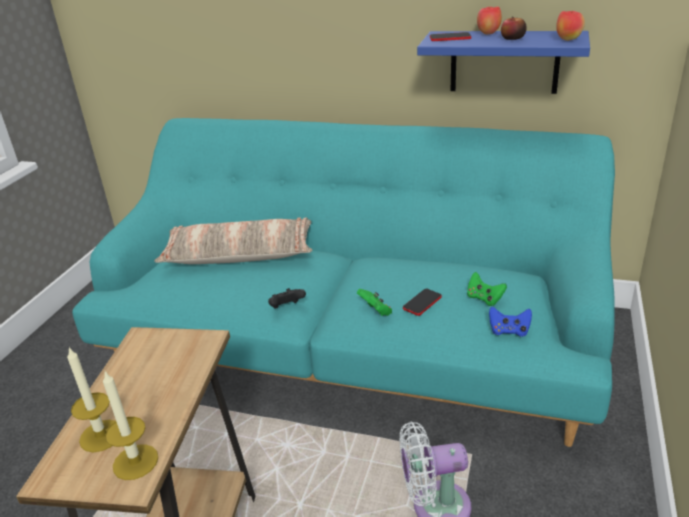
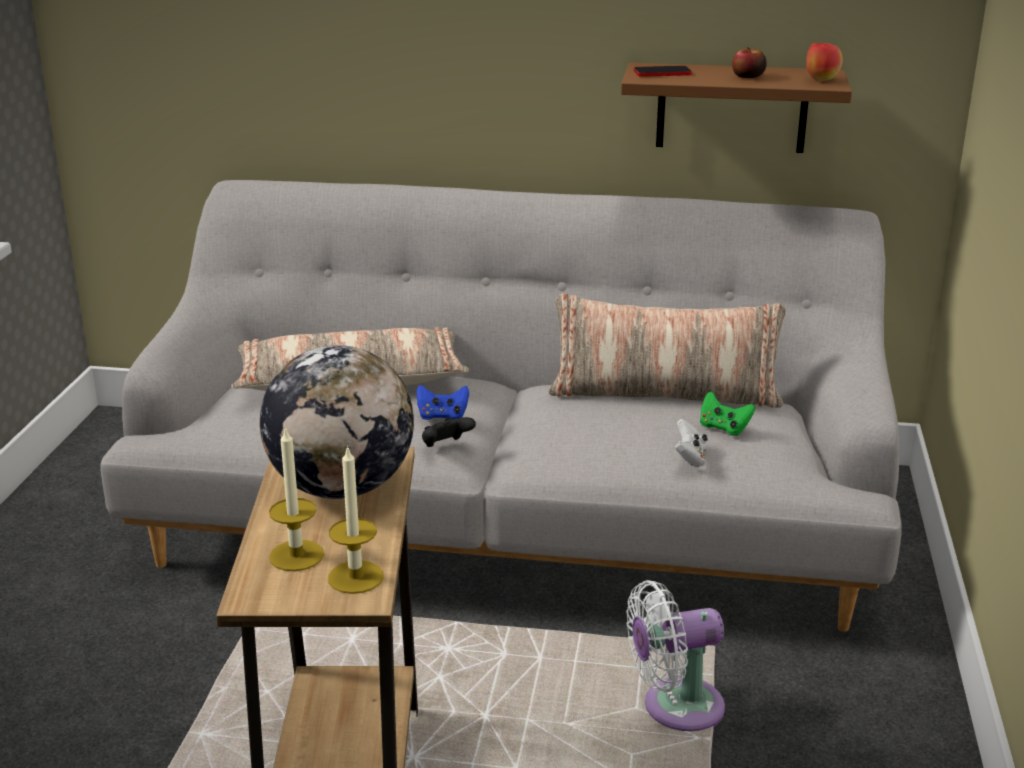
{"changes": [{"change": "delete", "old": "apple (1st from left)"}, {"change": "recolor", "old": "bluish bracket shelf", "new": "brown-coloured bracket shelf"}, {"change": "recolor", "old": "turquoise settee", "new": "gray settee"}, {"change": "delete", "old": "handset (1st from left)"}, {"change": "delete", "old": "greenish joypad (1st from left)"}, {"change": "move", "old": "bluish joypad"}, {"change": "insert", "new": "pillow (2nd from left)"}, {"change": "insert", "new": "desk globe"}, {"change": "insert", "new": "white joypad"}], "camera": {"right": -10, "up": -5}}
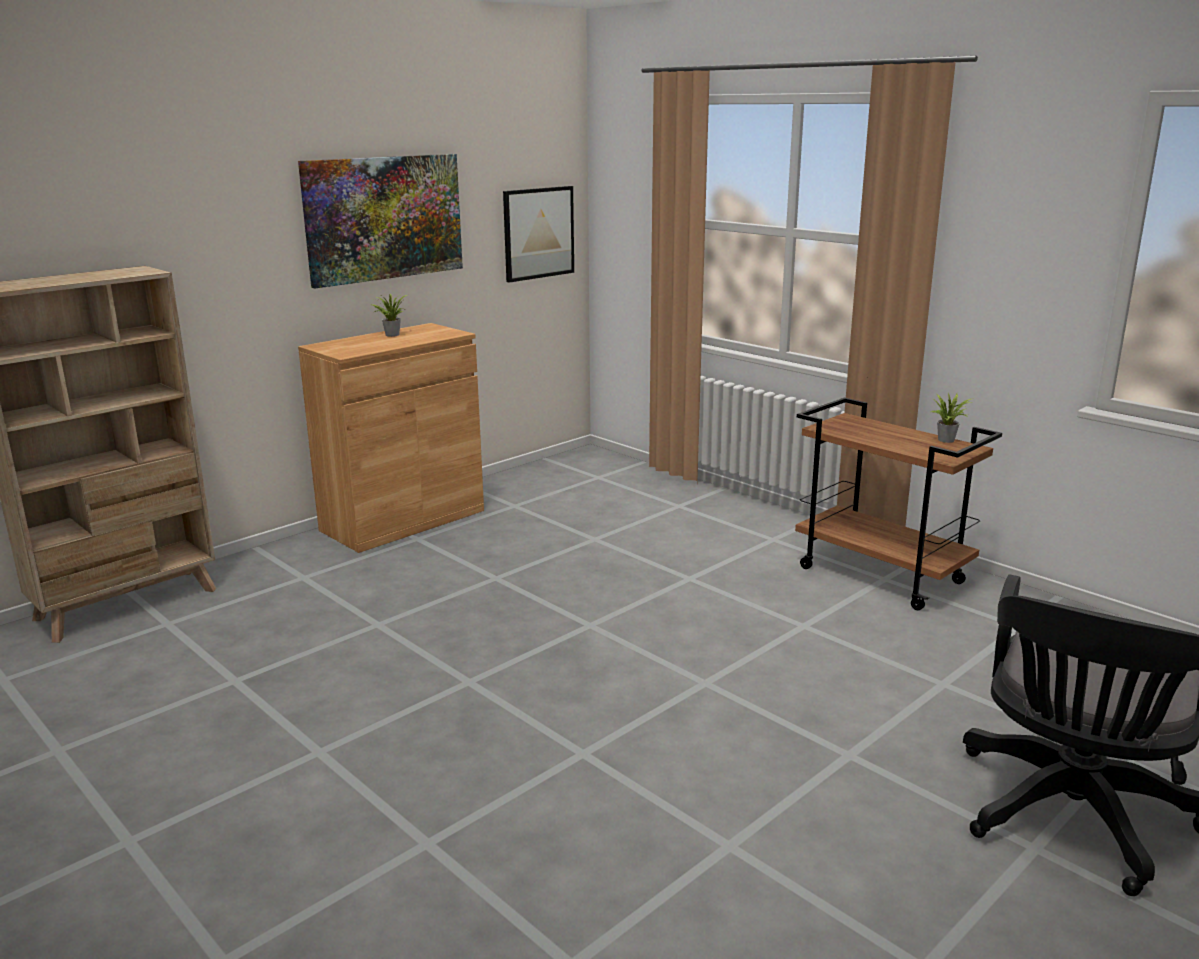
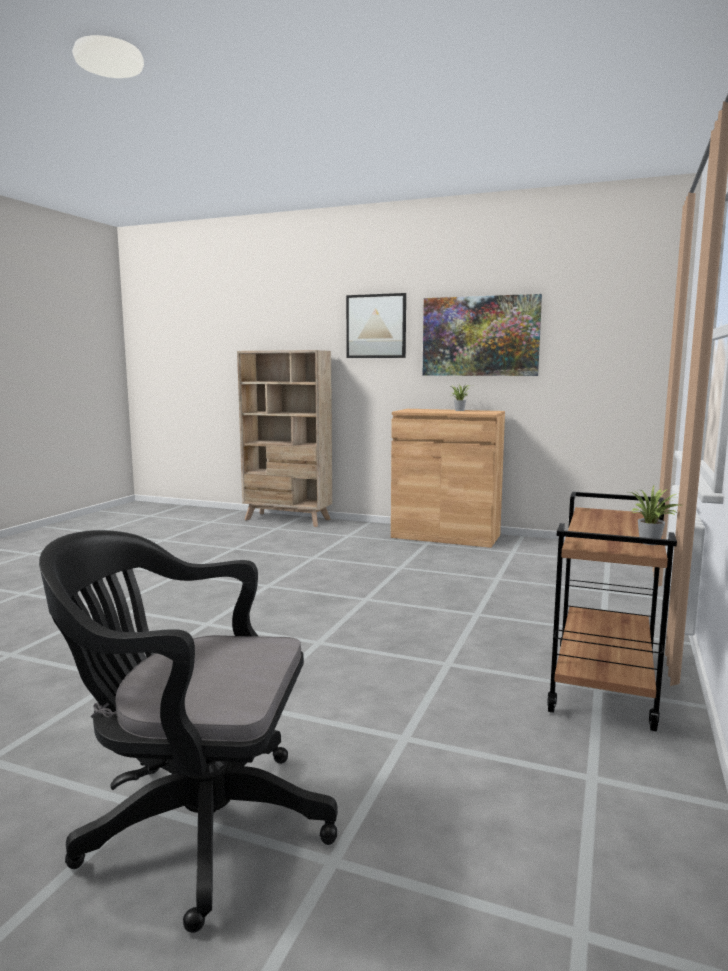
{"changes": [{"change": "move", "old": "wall picture (2nd from left in the first image)", "new": "wall picture (1st from left)"}], "camera": {"right": 65, "up": -10}}
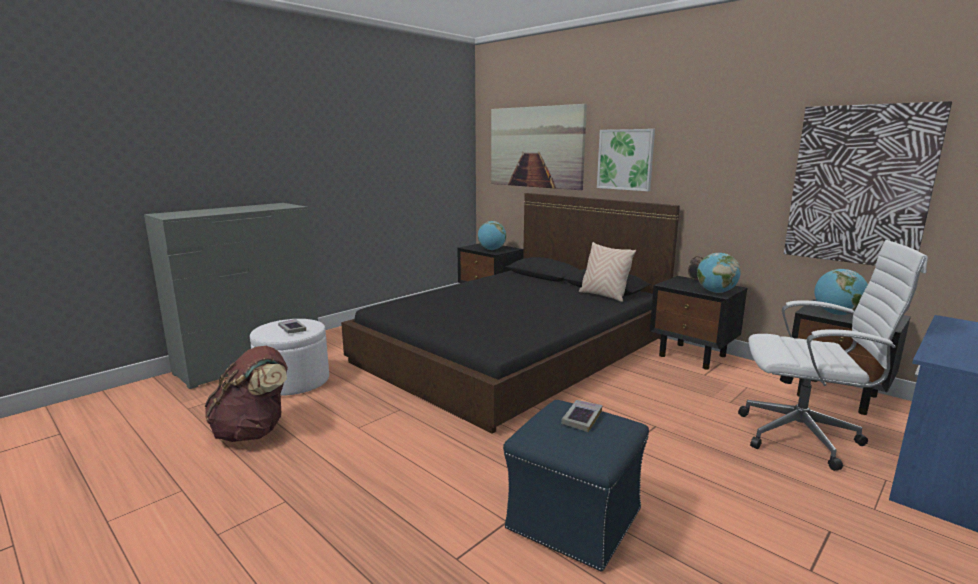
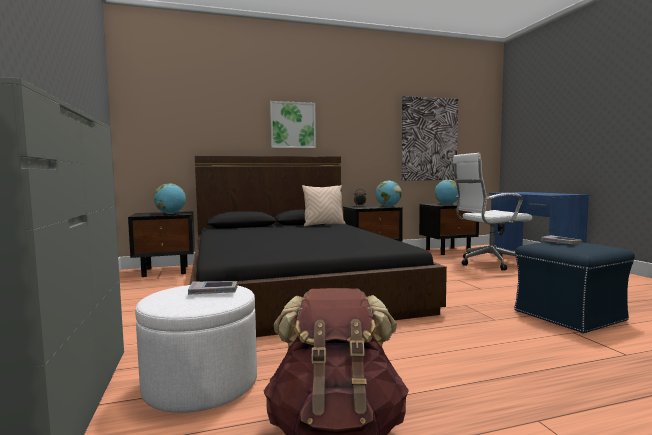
{"changes": [{"change": "delete", "old": "wall picture (1st from left)"}, {"change": "rotate", "old": "white office chair", "degrees": -150}], "camera": {"right": -60, "up": -10}}
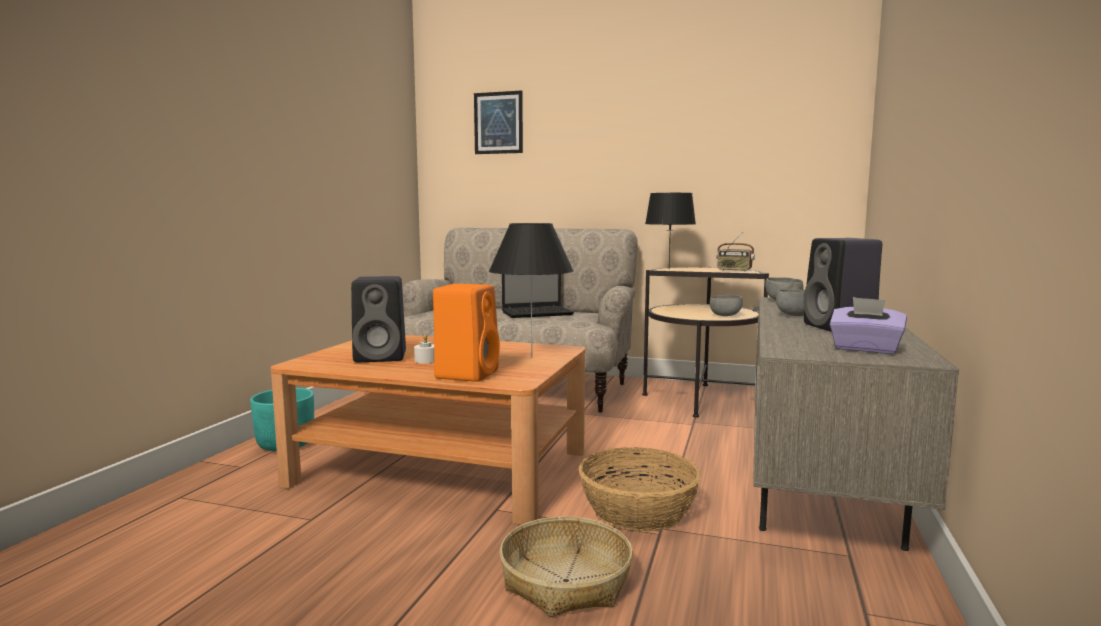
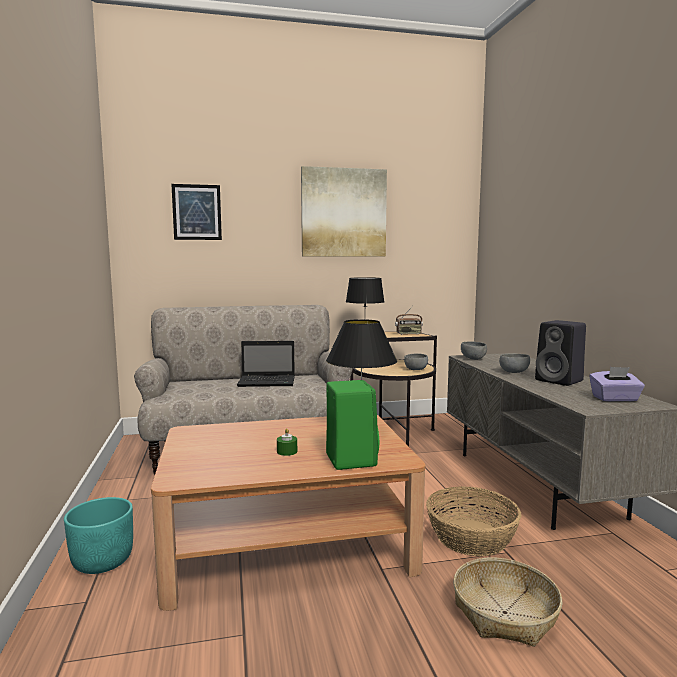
{"changes": [{"change": "rotate", "old": "laptop", "degrees": 45}, {"change": "delete", "old": "blackish audio speaker (1st from left)"}, {"change": "recolor", "old": "orange audio speaker", "new": "greenish audio speaker"}, {"change": "recolor", "old": "white candle", "new": "greenish candle"}, {"change": "insert", "new": "wall picture (2nd from left)"}], "camera": {"right": -30, "up": 0}}
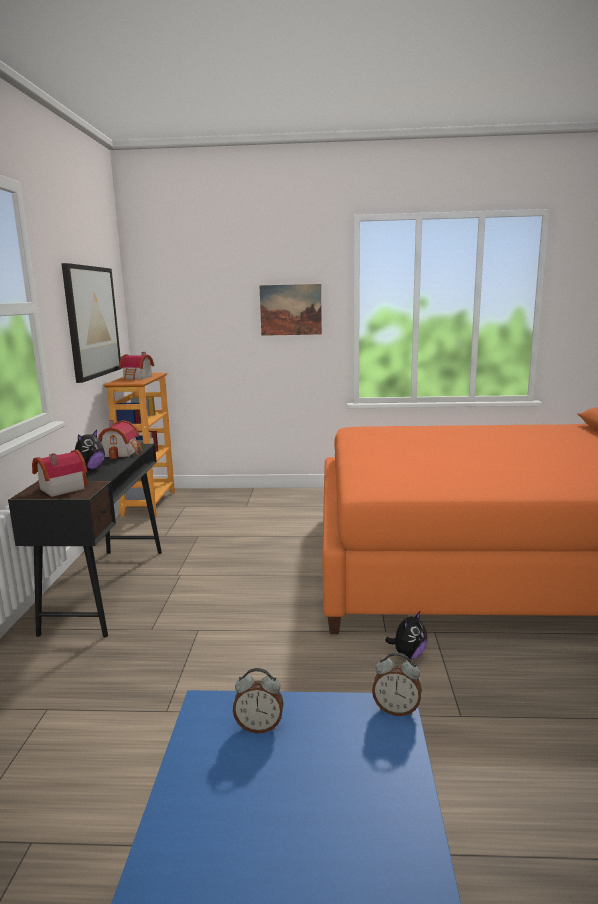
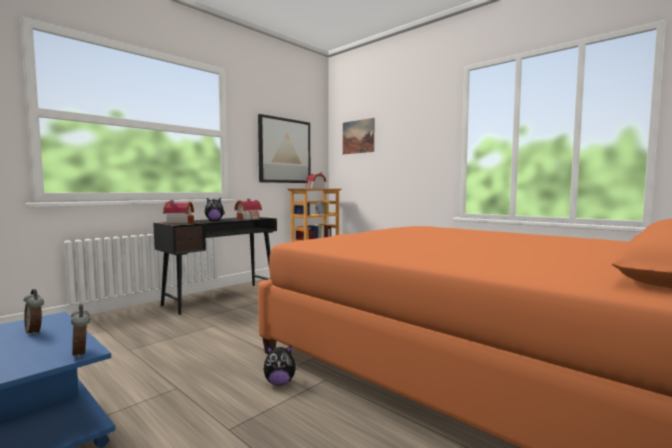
{"changes": [{"change": "move", "old": "wall picture (2nd from left)"}], "camera": {"right": 40, "up": -10}}
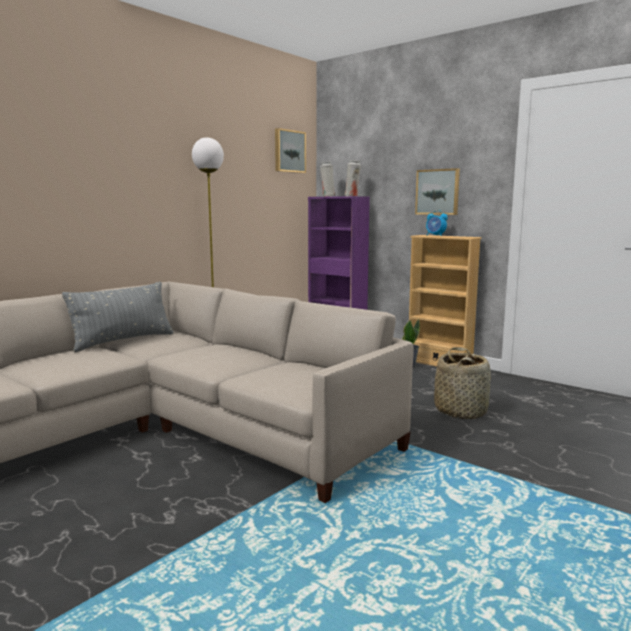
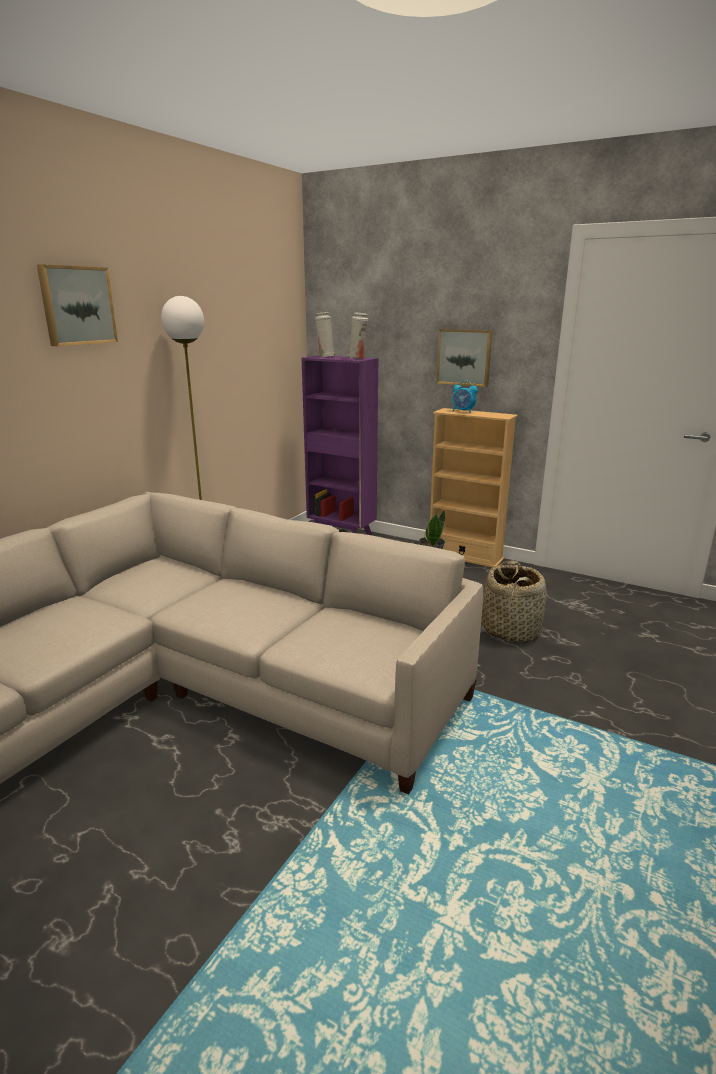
{"changes": [{"change": "move", "old": "wall picture (1st from left)"}, {"change": "delete", "old": "gray pillow"}], "camera": {"right": -10, "up": 10}}
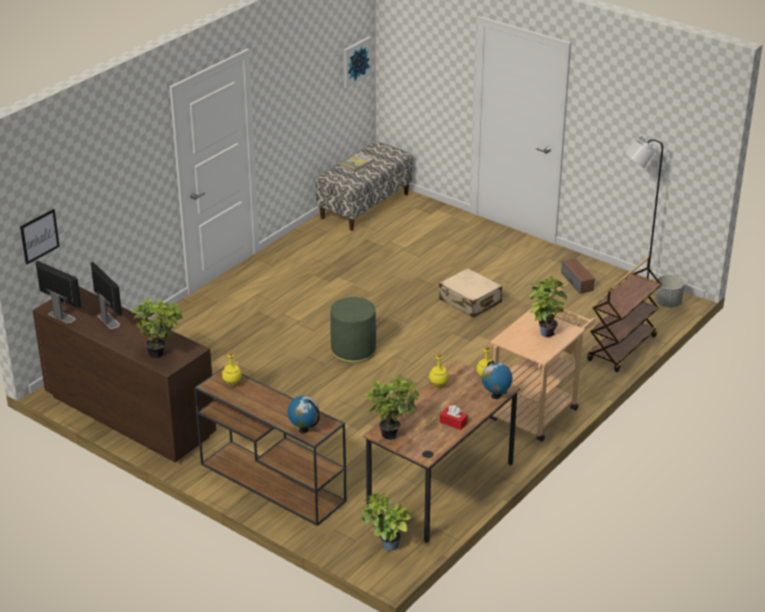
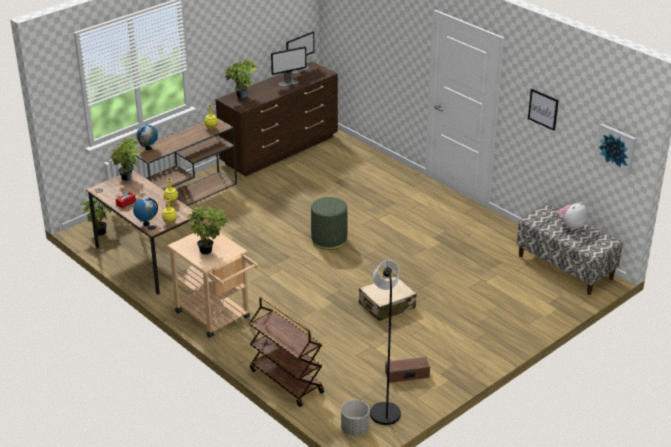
{"changes": [{"change": "replace", "old": "book", "new": "plush toy"}, {"change": "move", "old": "wall picture (1st from left)"}], "camera": {"right": 100, "up": 0}}
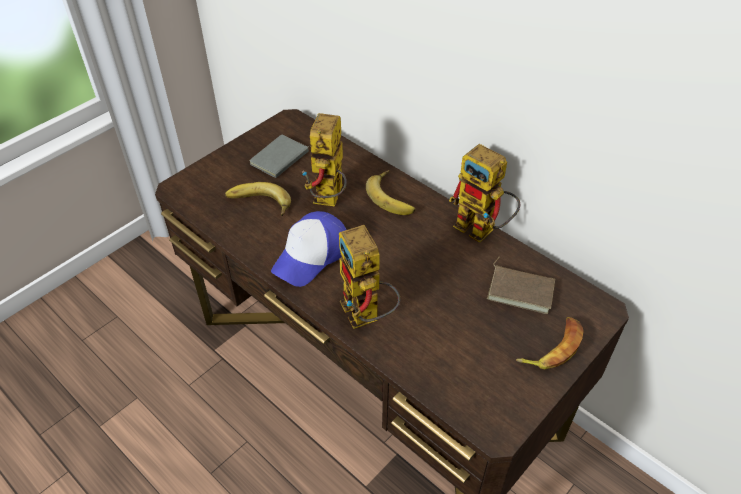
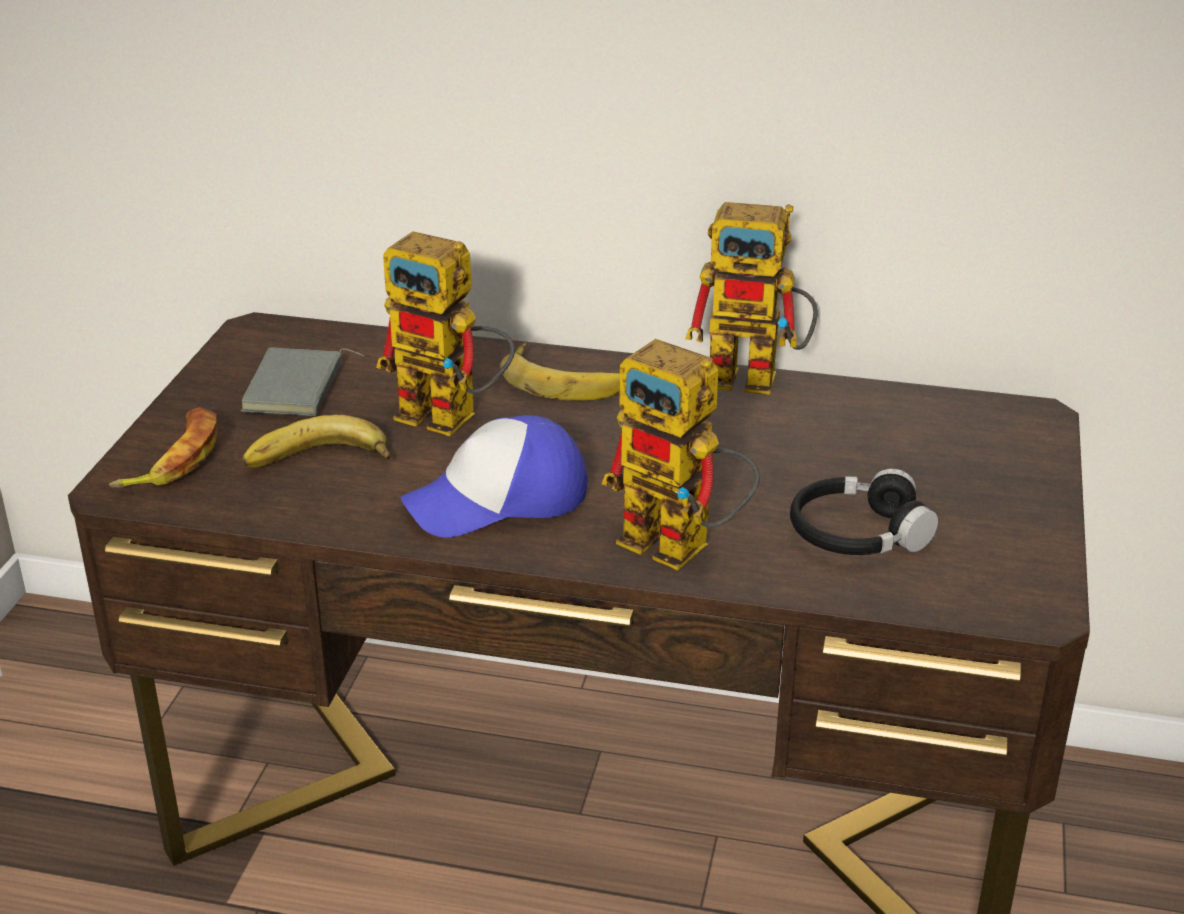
{"changes": [{"change": "rotate", "old": "model robot (1st from left)", "degrees": -45}, {"change": "rotate", "old": "baseball cap", "degrees": 60}, {"change": "delete", "old": "brown-coloured book"}, {"change": "move", "old": "whole banana (3rd from left in the first image)", "new": "whole banana (1st from left)"}, {"change": "insert", "new": "blackish headphones"}], "camera": {"right": -30, "up": -15}}
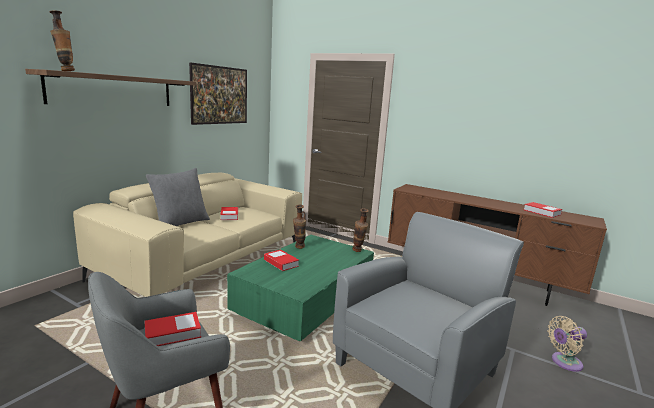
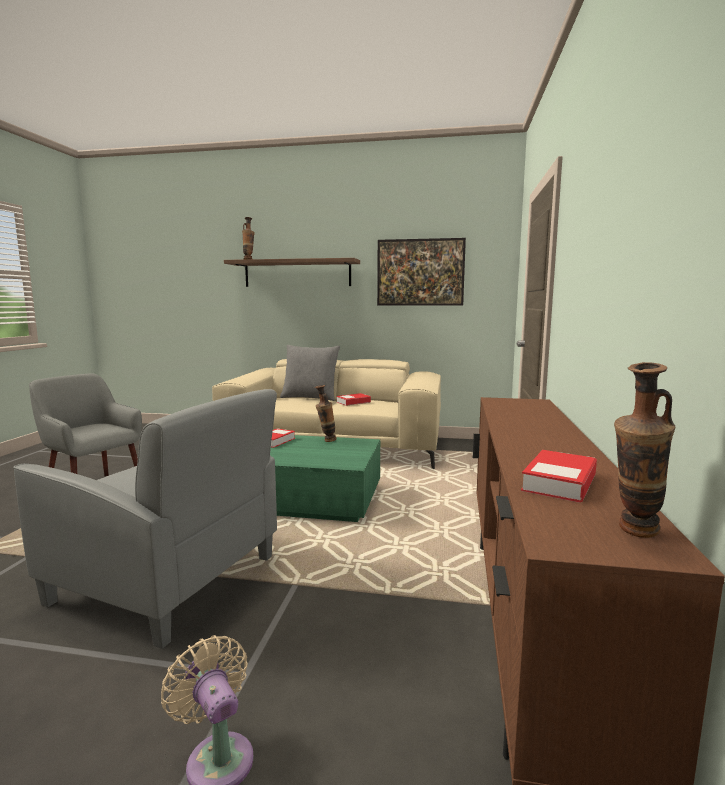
{"changes": [{"change": "move", "old": "flower vase (3rd from left)"}, {"change": "delete", "old": "book (1st from left)"}], "camera": {"right": 70, "up": -5}}
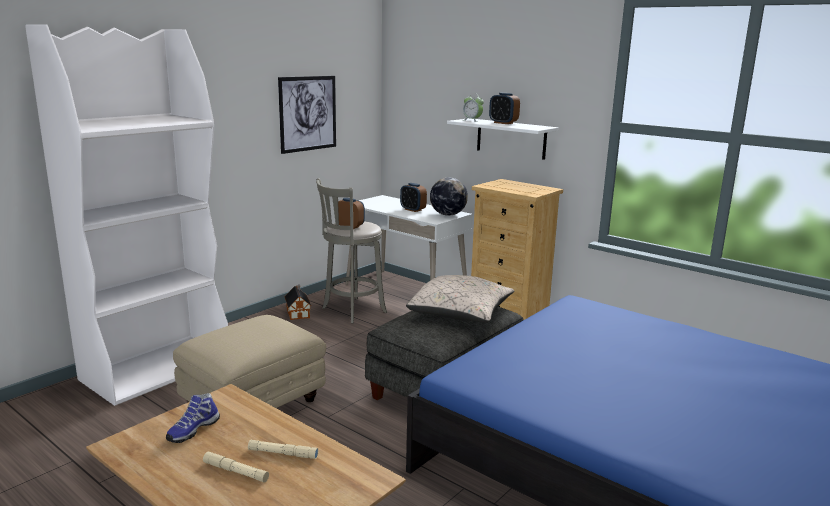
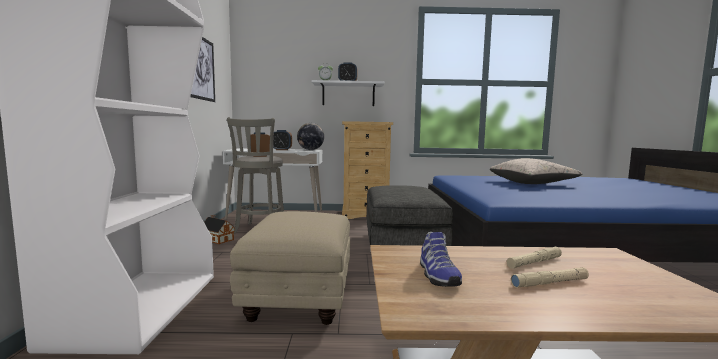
{"changes": [{"change": "move", "old": "sand-coloured pillow"}], "camera": {"right": -40, "up": -10}}
